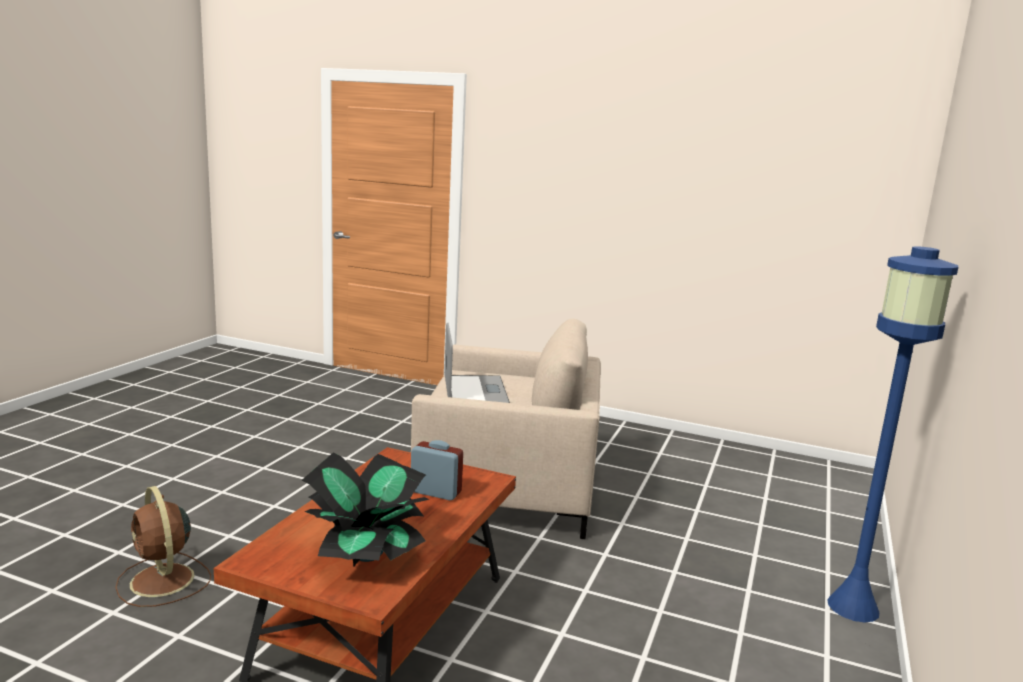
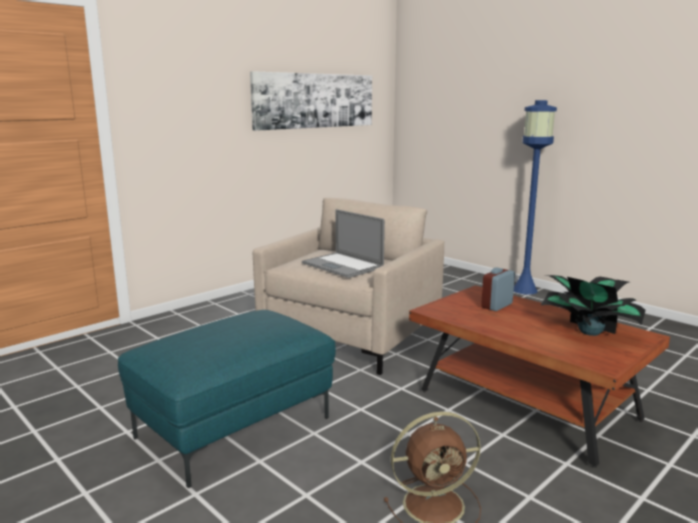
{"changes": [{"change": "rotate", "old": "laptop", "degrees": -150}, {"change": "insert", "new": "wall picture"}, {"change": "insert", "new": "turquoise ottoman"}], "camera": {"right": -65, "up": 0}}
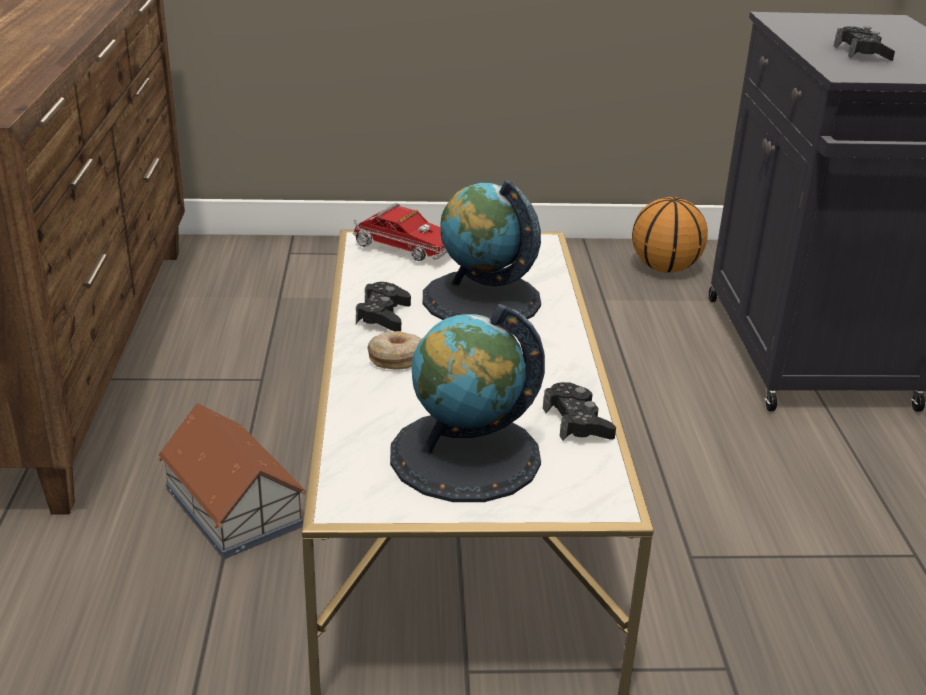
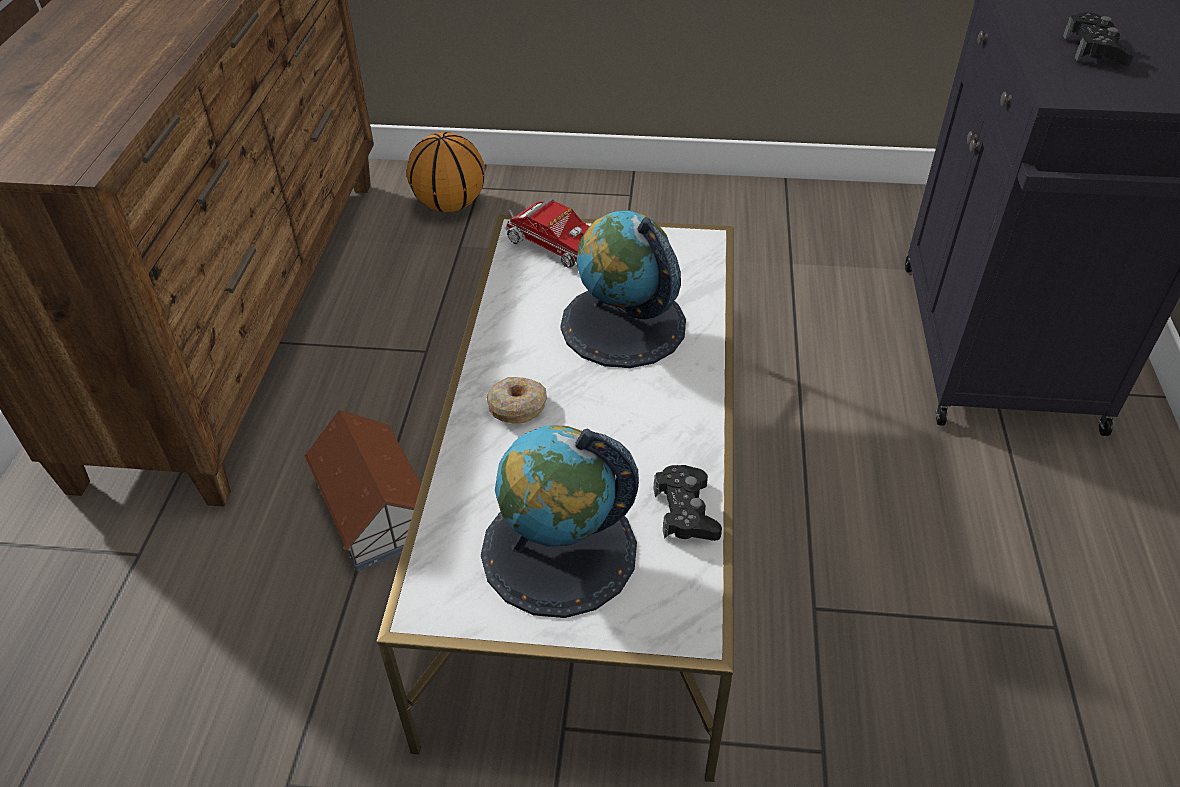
{"changes": [{"change": "move", "old": "basketball ball"}, {"change": "delete", "old": "blackish joypad (1st from left)"}], "camera": {"right": 10, "up": 15}}
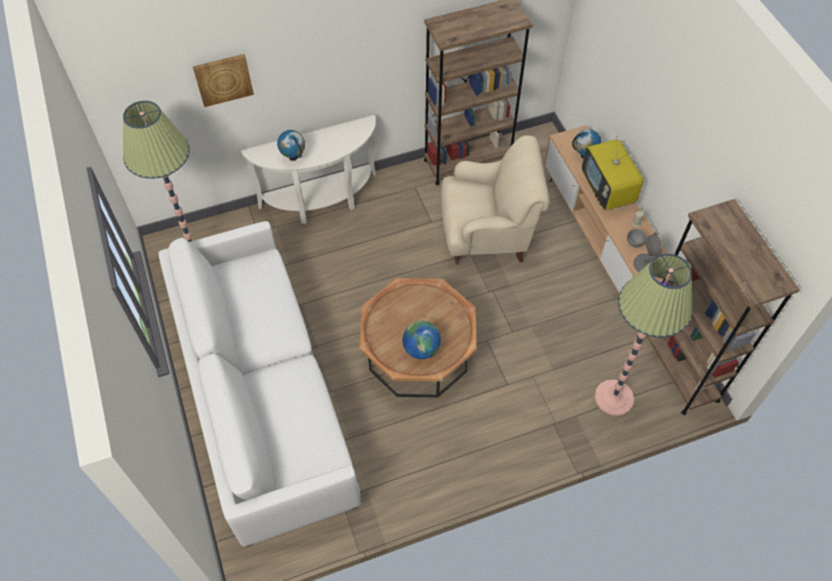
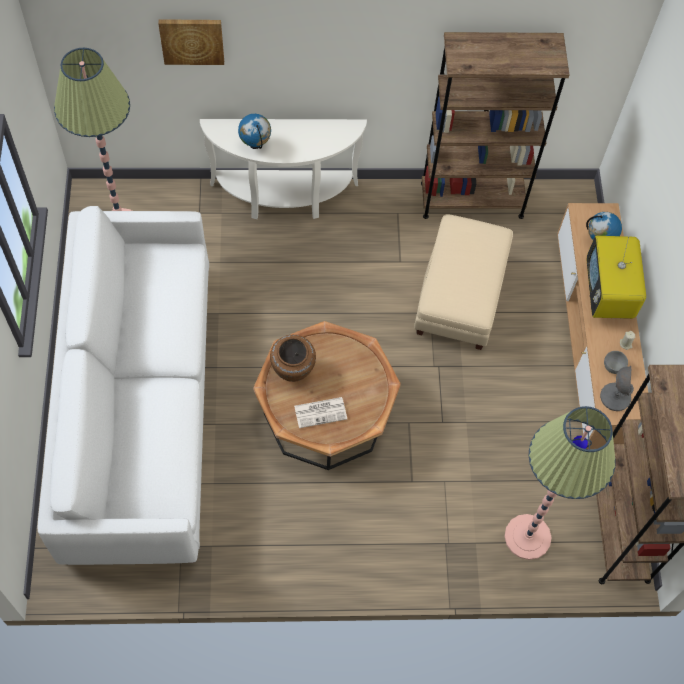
{"changes": [{"change": "replace", "old": "sand-coloured easy chair", "new": "sand-coloured ottoman"}, {"change": "replace", "old": "desk globe (2nd from left)", "new": "printed paper"}, {"change": "insert", "new": "brown-coloured flower vase"}], "camera": {"right": 15, "up": 5}}
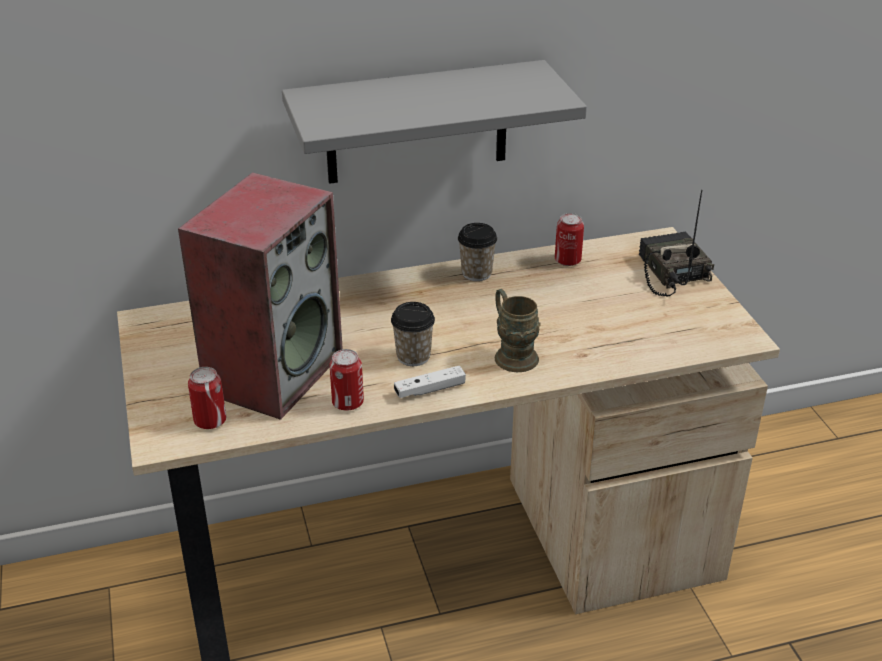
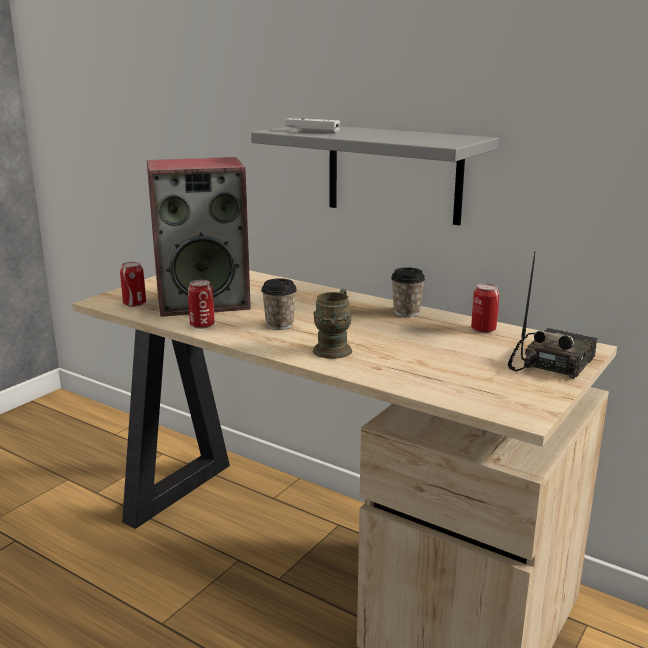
{"changes": [{"change": "move", "old": "white joypad"}], "camera": {"right": 50, "up": -15}}
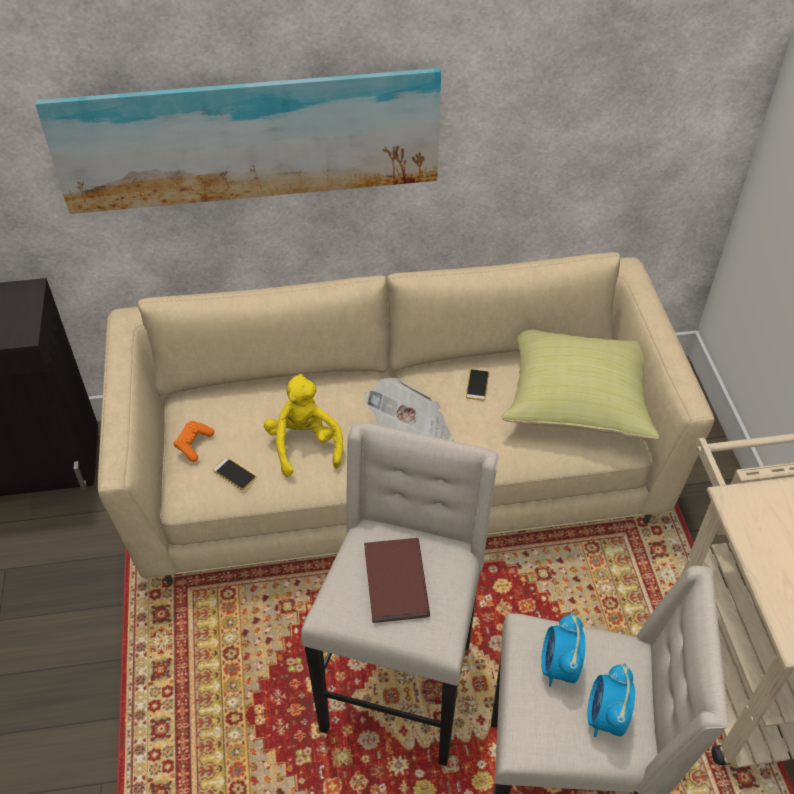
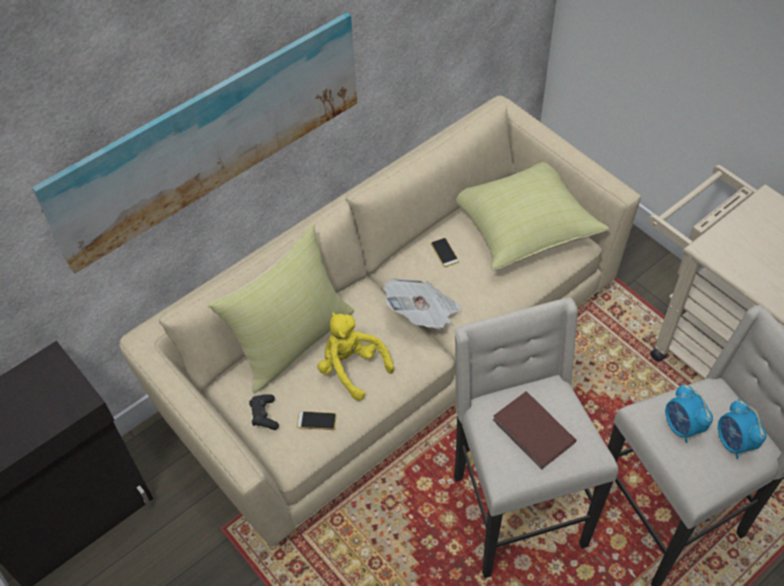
{"changes": [{"change": "recolor", "old": "orange joypad", "new": "blackish joypad"}, {"change": "insert", "new": "yellow-coloured pillow (1st from left)"}], "camera": {"right": -30, "up": 5}}
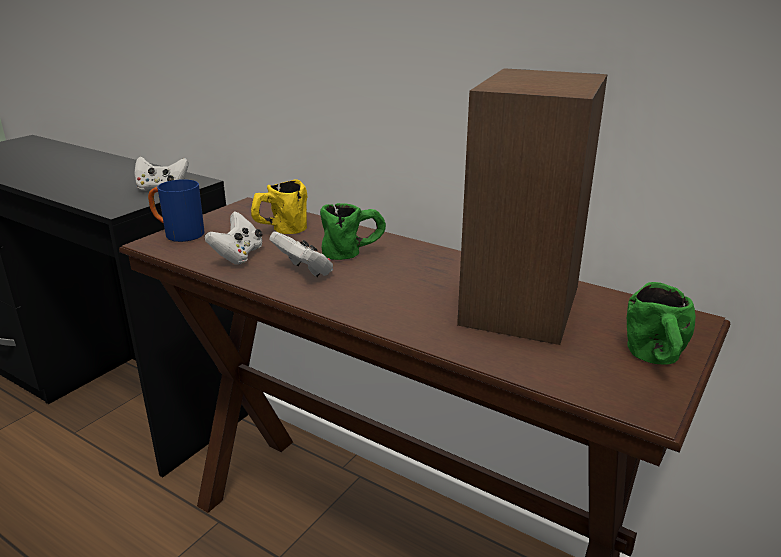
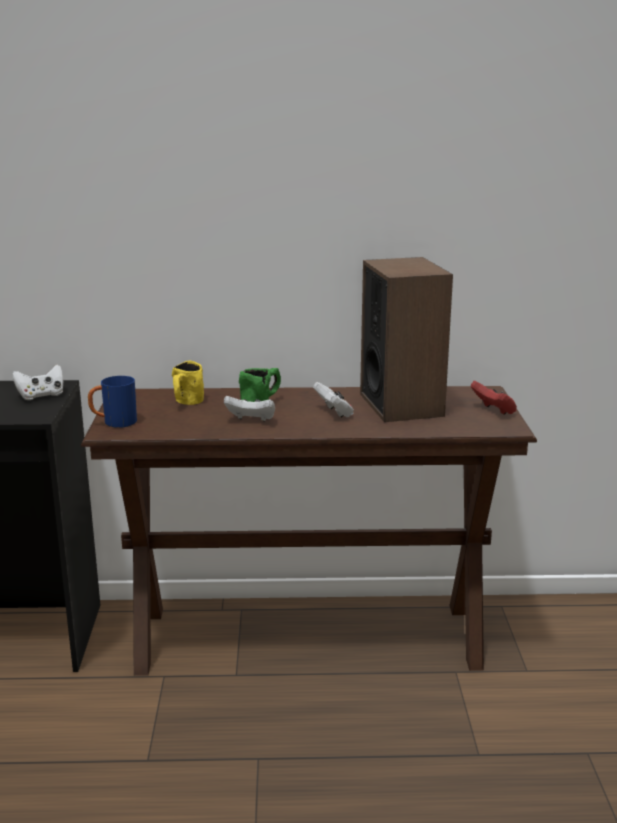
{"changes": [{"change": "move", "old": "white joypad (2nd from left in the first image)", "new": "white joypad (3rd from left)"}, {"change": "replace", "old": "greenish mug (2nd from left)", "new": "red joypad"}], "camera": {"right": -35, "up": -5}}
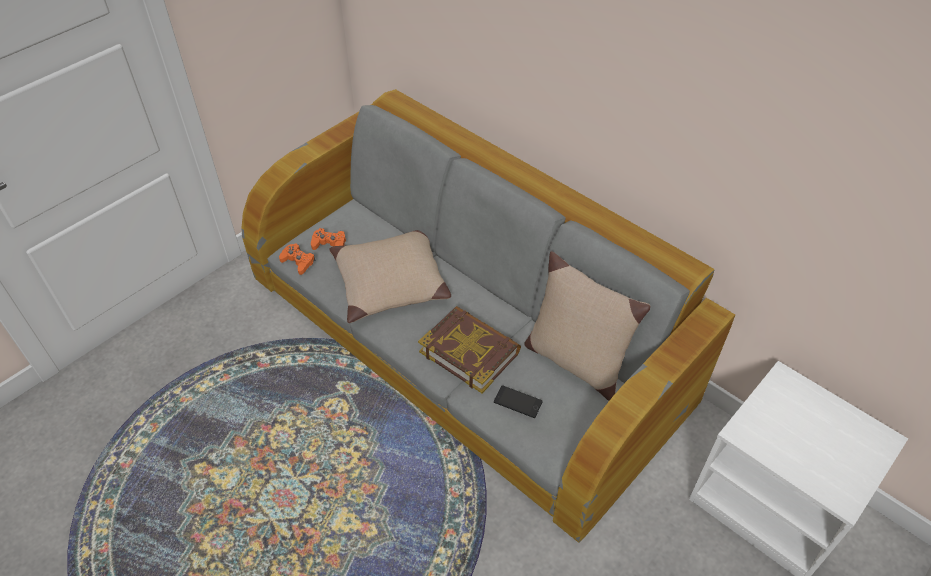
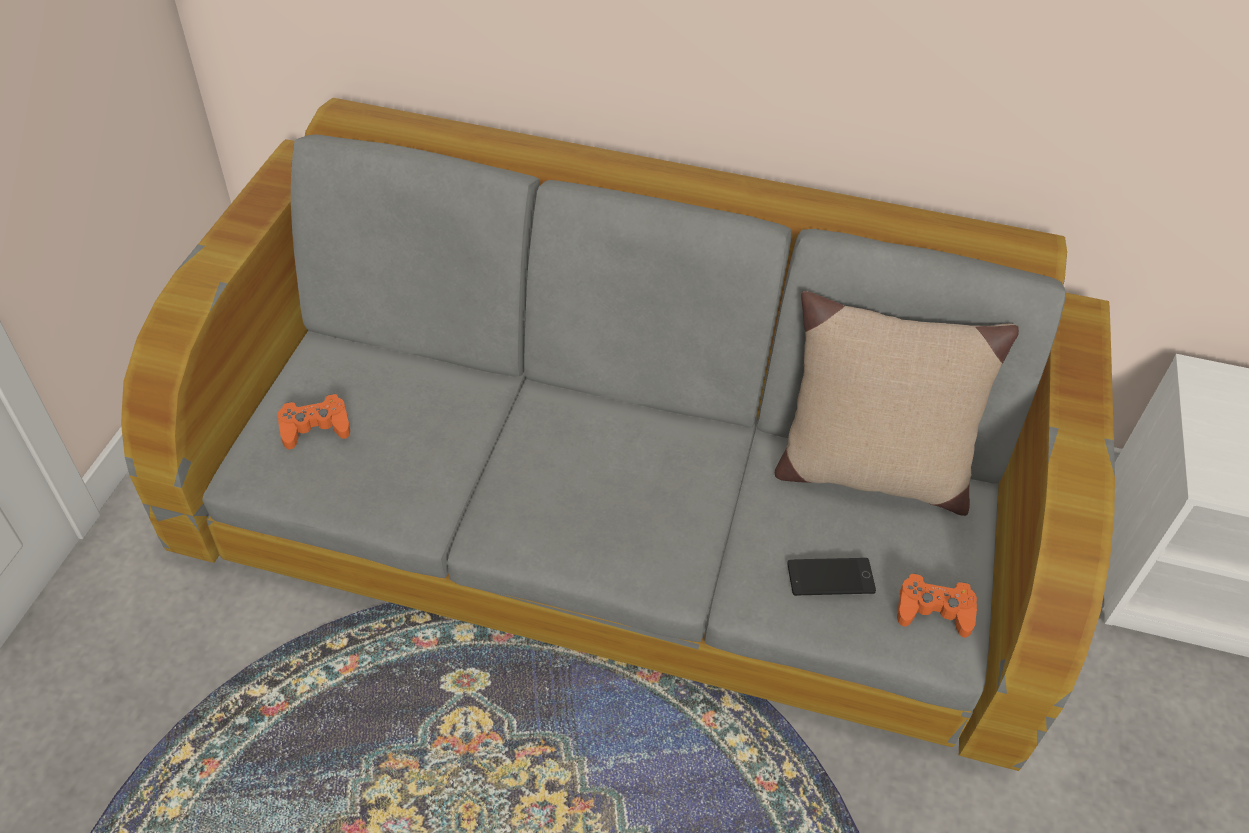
{"changes": [{"change": "delete", "old": "sand-coloured pillow (1st from left)"}, {"change": "move", "old": "orange joypad (1st from left in the first image)", "new": "orange joypad (2nd from left)"}, {"change": "delete", "old": "book"}], "camera": {"right": -30, "up": 0}}
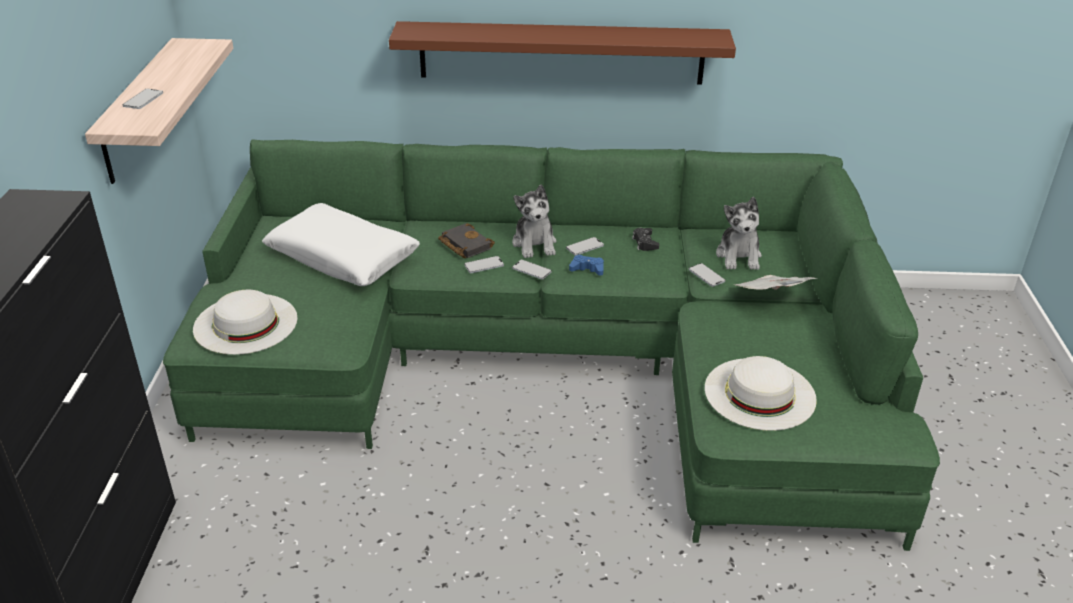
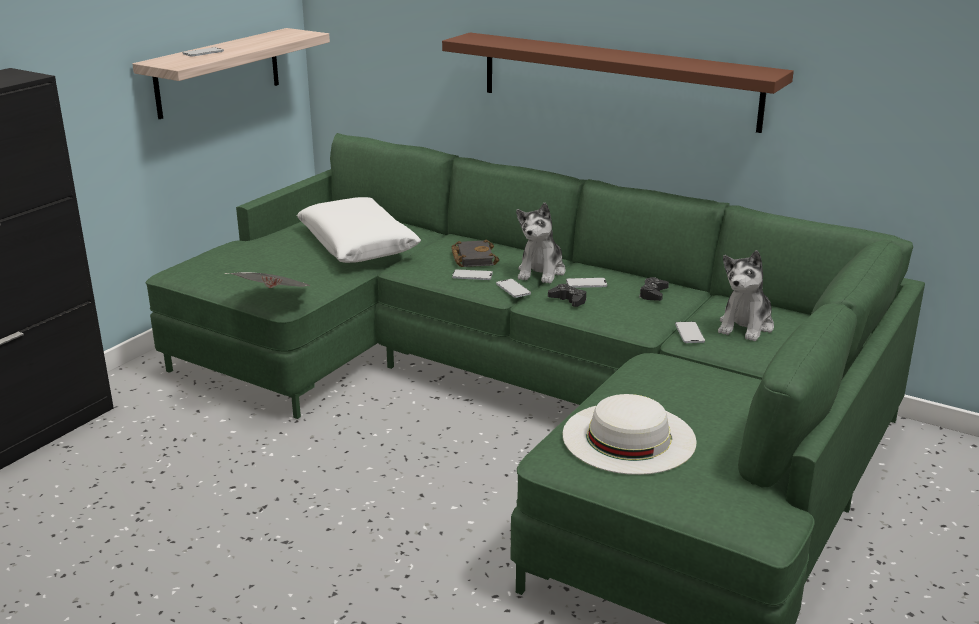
{"changes": [{"change": "recolor", "old": "bluish joypad", "new": "blackish joypad (1st from left)"}, {"change": "move", "old": "printed paper"}, {"change": "delete", "old": "white hat (1st from left)"}], "camera": {"right": 30, "up": -10}}
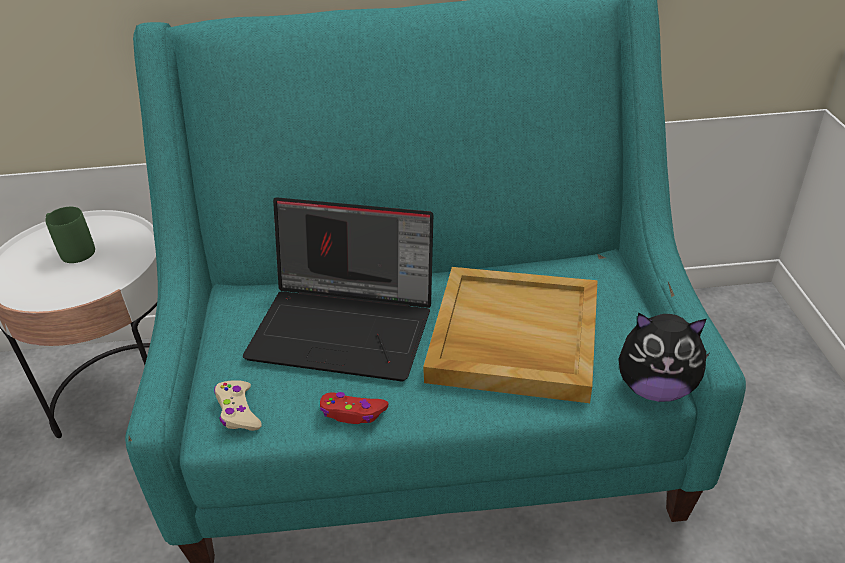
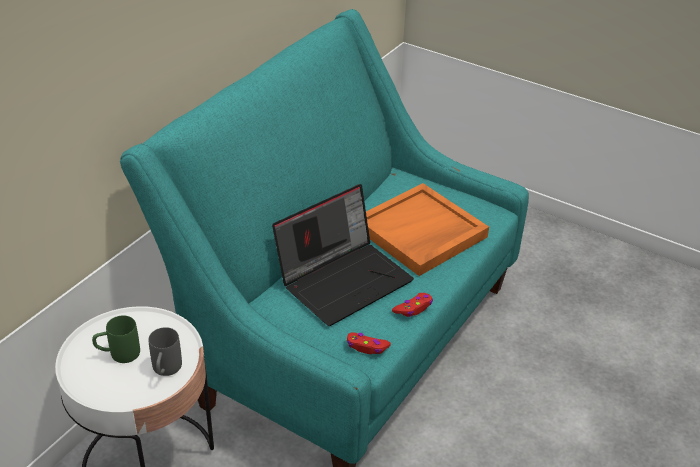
{"changes": [{"change": "recolor", "old": "sand-coloured serving tray", "new": "orange serving tray"}, {"change": "delete", "old": "plush toy"}, {"change": "recolor", "old": "sand-coloured joypad", "new": "red joypad (1st from left)"}, {"change": "insert", "new": "gray mug"}], "camera": {"right": -55, "up": 0}}
